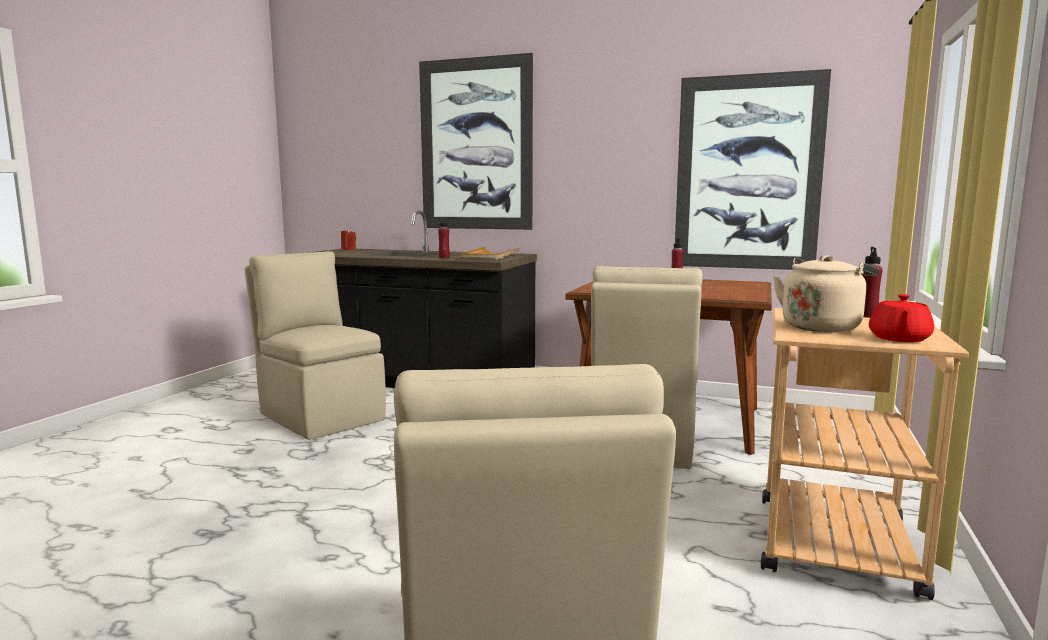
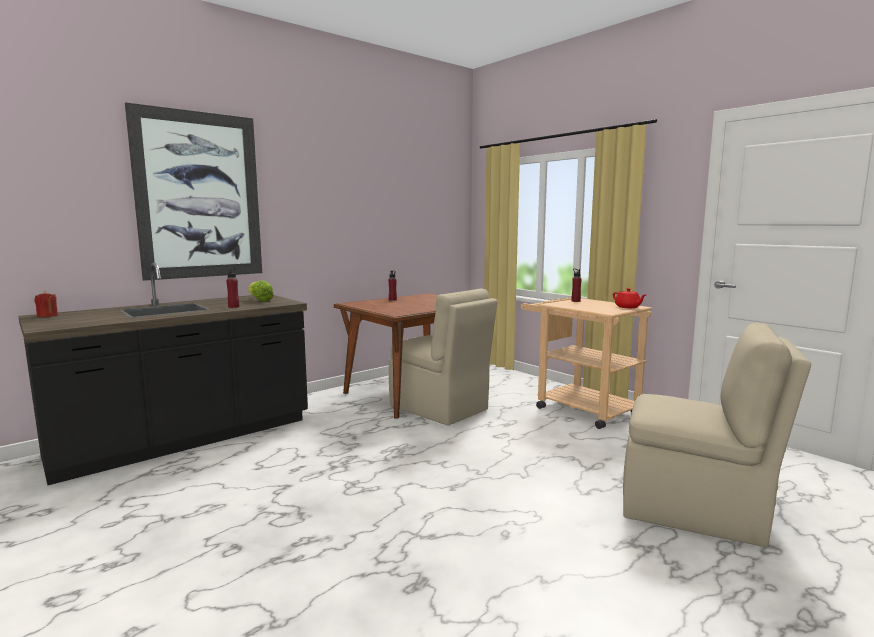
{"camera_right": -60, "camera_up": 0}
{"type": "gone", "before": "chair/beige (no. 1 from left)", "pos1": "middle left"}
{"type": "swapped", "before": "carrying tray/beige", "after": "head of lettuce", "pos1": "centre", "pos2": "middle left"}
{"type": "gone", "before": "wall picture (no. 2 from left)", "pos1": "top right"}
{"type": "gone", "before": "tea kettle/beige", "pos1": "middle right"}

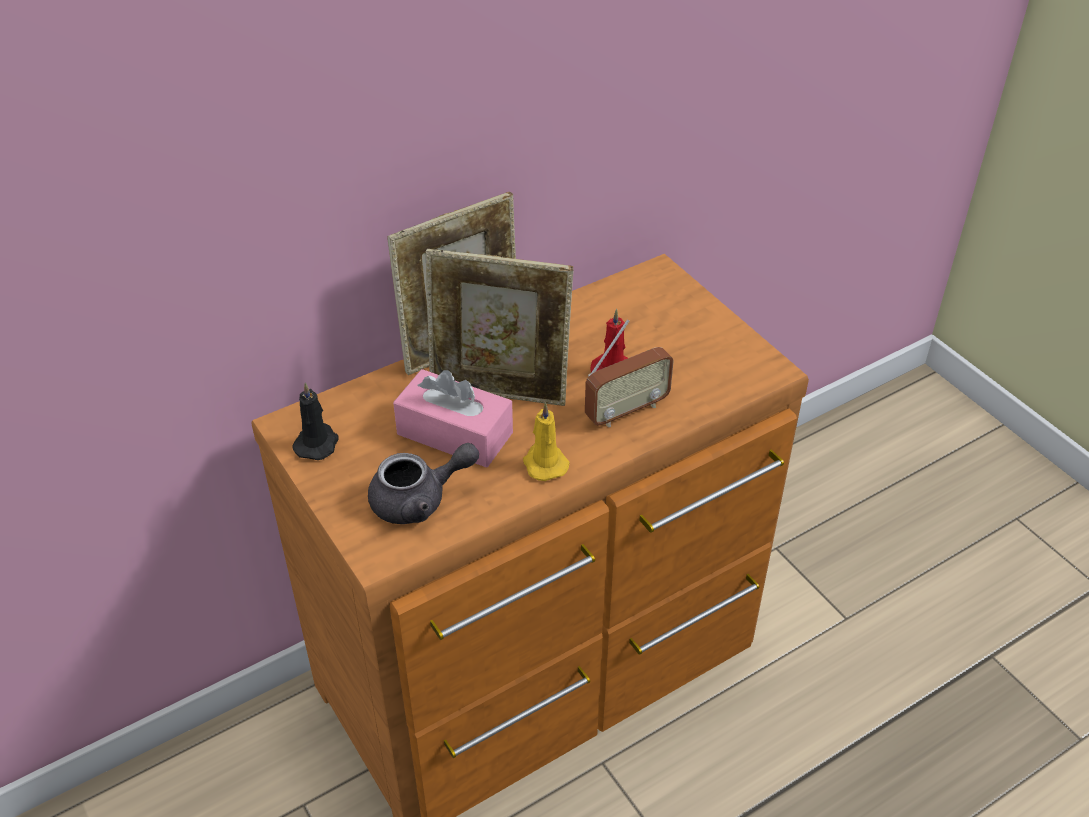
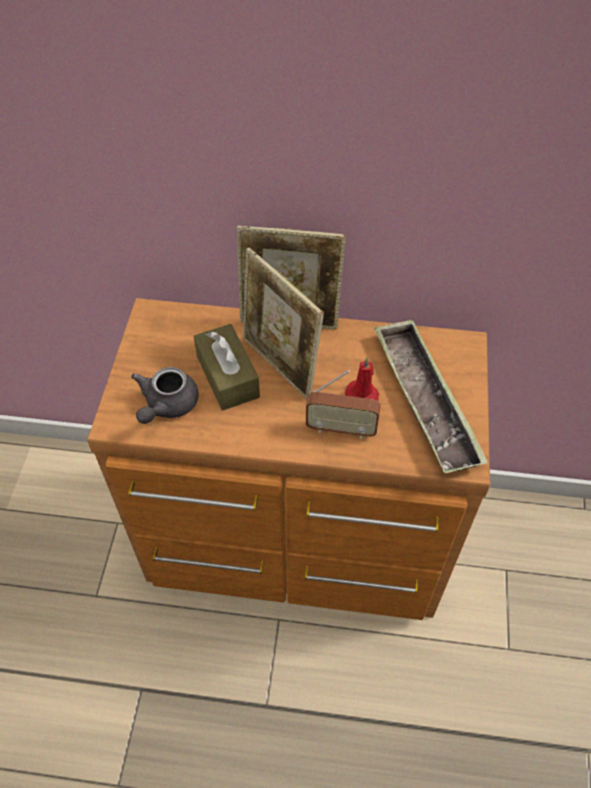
{"camera_right": 40, "camera_up": 10}
{"type": "gone", "before": "wax candle/black-coloured", "pos1": "middle left"}
{"type": "rotated", "before": "pot for tea/greyish", "pos1": "centre", "pos2": "middle left", "turn": 90}
{"type": "repainted", "before": "tissue holder/pink-coloured", "after": "tissue holder/brownish", "pos1": "centre", "pos2": "centre"}
{"type": "gone", "before": "wax candle/yellow-coloured", "pos1": "centre"}
{"type": "new", "after": "carrying tray", "pos2": "middle right"}

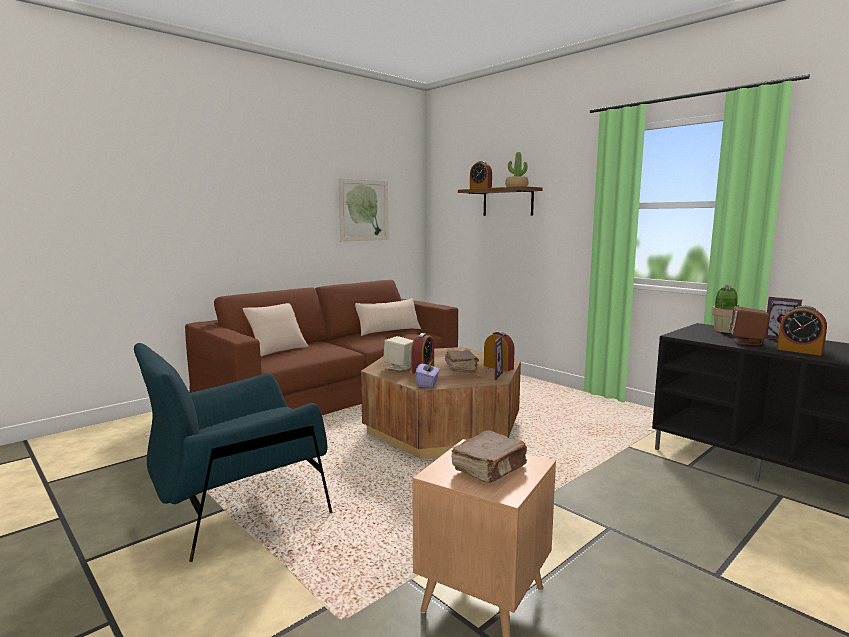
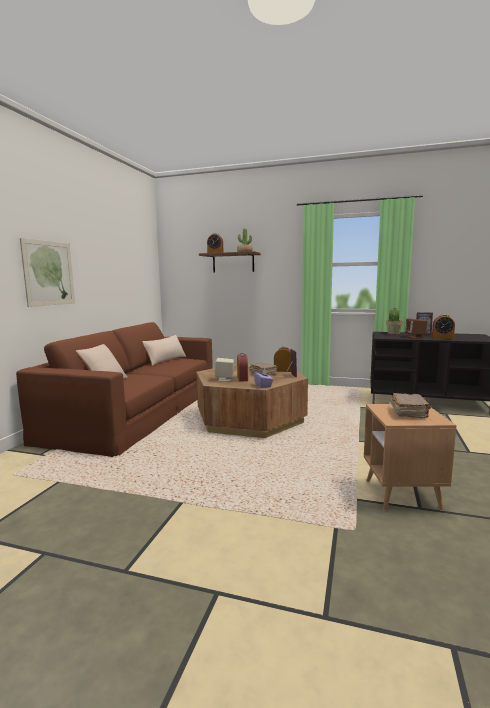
{"camera_right": -30, "camera_up": 0}
{"type": "gone", "before": "armchair/blue", "pos1": "bottom left"}
{"type": "shifted", "before": "wall picture", "pos1": "top centre", "pos2": "middle left"}

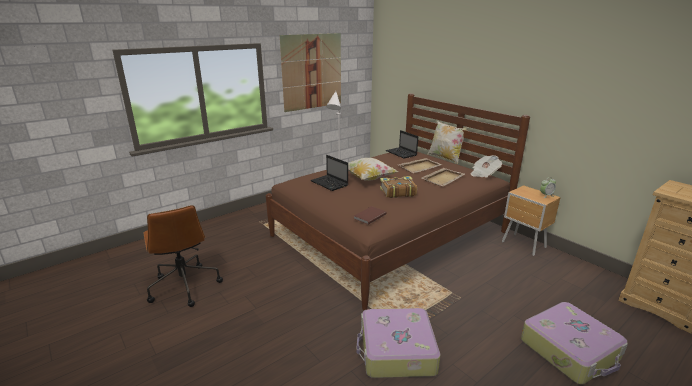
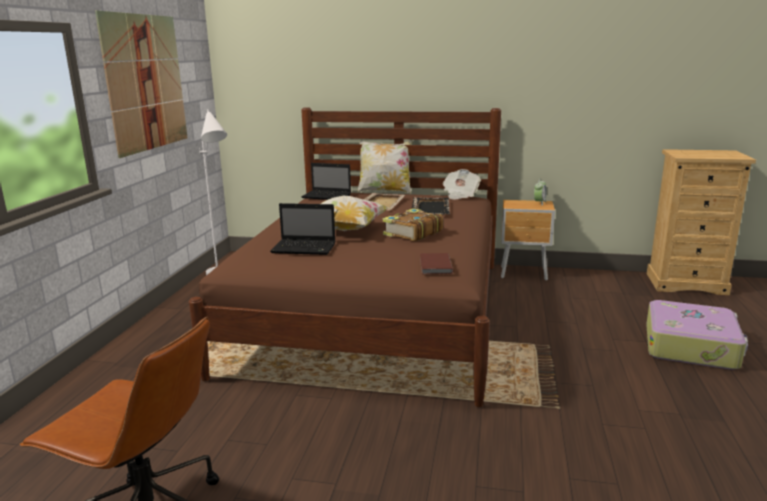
{"camera_right": -40, "camera_up": -5}
{"type": "gone", "before": "piece of luggage (no. 1 from left)", "pos1": "bottom centre"}
{"type": "repainted", "before": "carrying tray/beige (no. 2 from left)", "after": "carrying tray/black-coloured", "pos1": "centre", "pos2": "centre"}

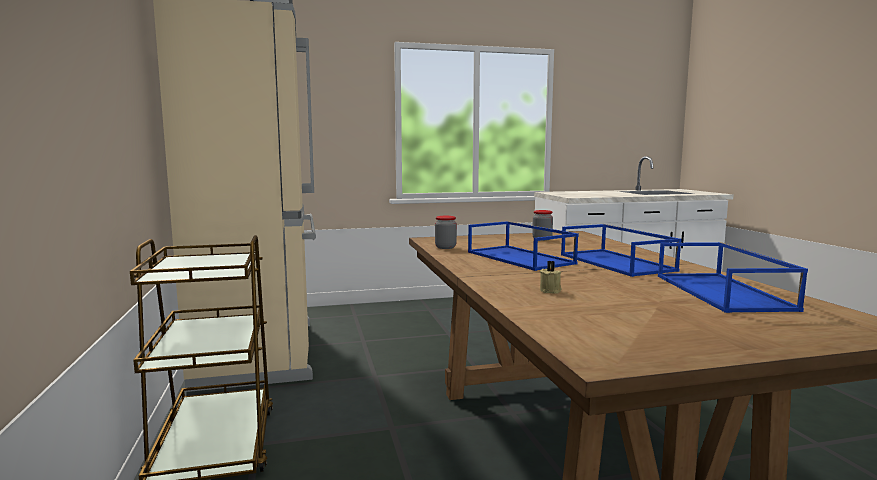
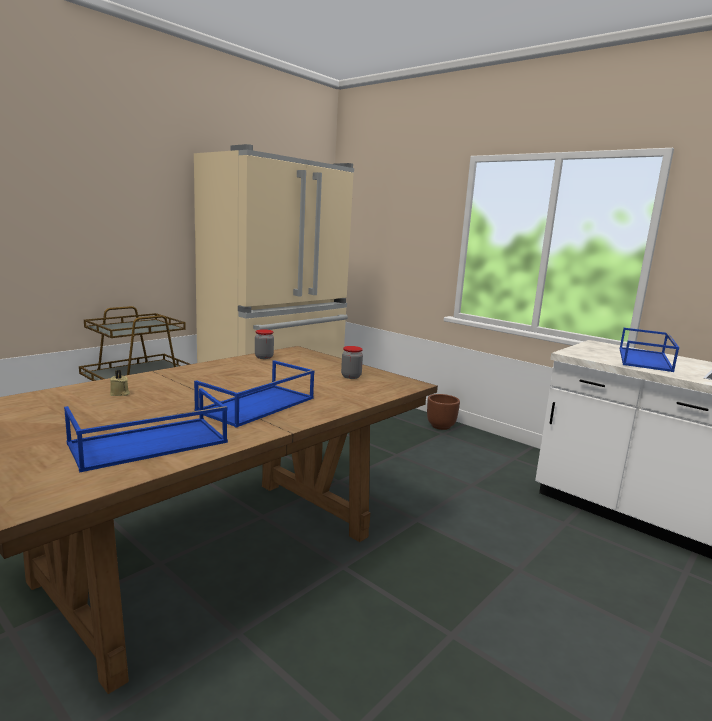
{"camera_right": 55, "camera_up": 5}
{"type": "shifted", "before": "carrying tray/blue (no. 1 from left in the first image)", "after": "carrying tray/blue (no. 3 from left)", "pos1": "centre", "pos2": "middle right"}
{"type": "new", "after": "flower pot/brownish", "pos2": "centre"}

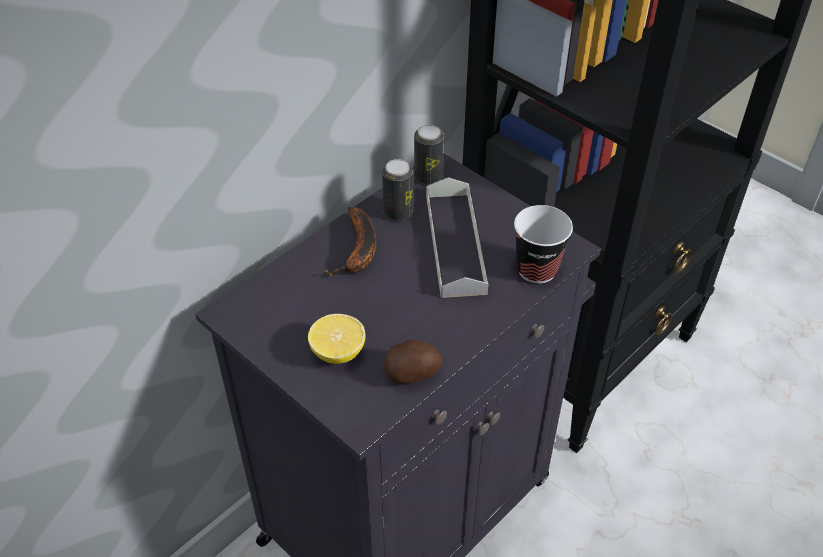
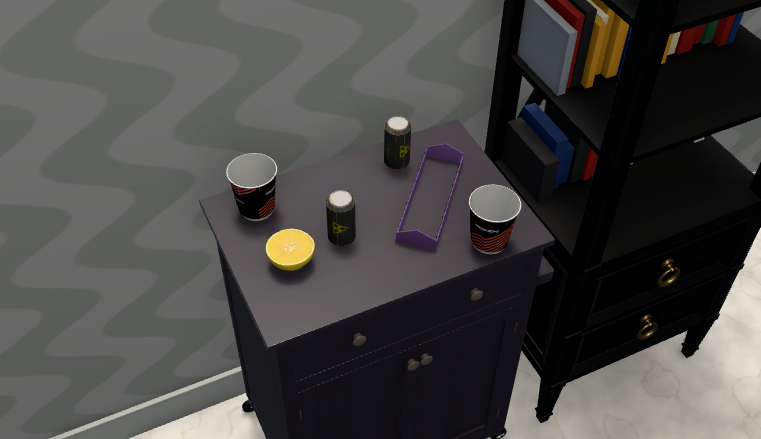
{"camera_right": 20, "camera_up": 0}
{"type": "gone", "before": "banana", "pos1": "centre"}
{"type": "gone", "before": "spud", "pos1": "centre"}
{"type": "shifted", "before": "can (no. 2 from left in the first image)", "after": "can (no. 1 from left)", "pos1": "top centre", "pos2": "centre"}
{"type": "repainted", "before": "carrying tray/greyish", "after": "carrying tray/purple", "pos1": "centre", "pos2": "centre"}
{"type": "new", "after": "small cup (no. 1 from left)", "pos2": "middle left"}

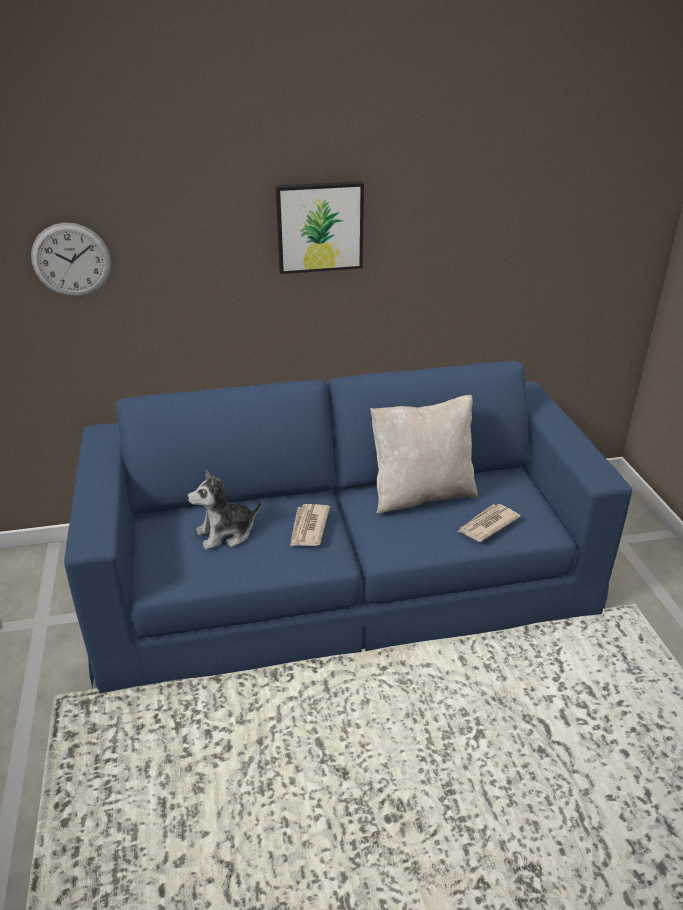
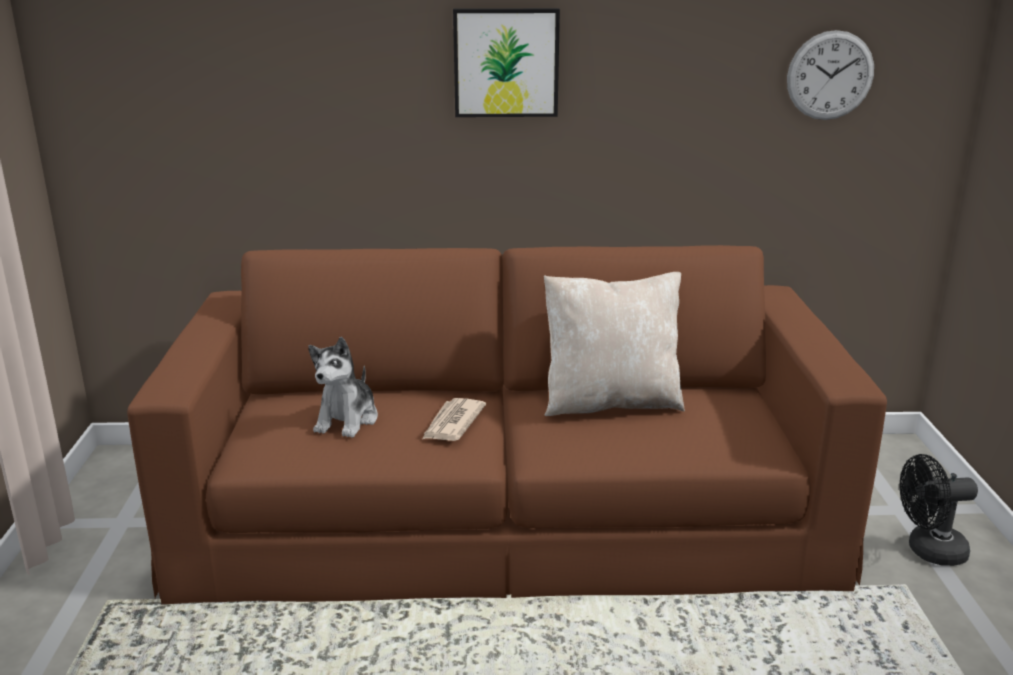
{"camera_right": 10, "camera_up": -10}
{"type": "shifted", "before": "wall clock", "pos1": "top left", "pos2": "top right"}
{"type": "repainted", "before": "sofa/blue", "after": "sofa/brownish", "pos1": "centre", "pos2": "centre"}
{"type": "rotated", "before": "soft toy", "pos1": "middle left", "pos2": "centre", "turn": -60}
{"type": "gone", "before": "printed paper (no. 2 from left)", "pos1": "middle right"}
{"type": "new", "after": "cooling fan/black-coloured", "pos2": "bottom right"}

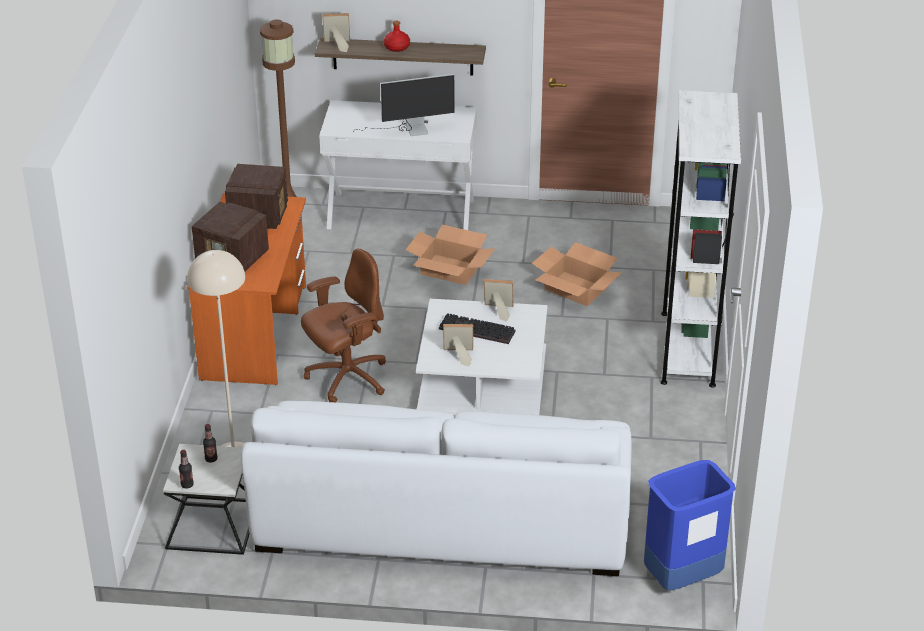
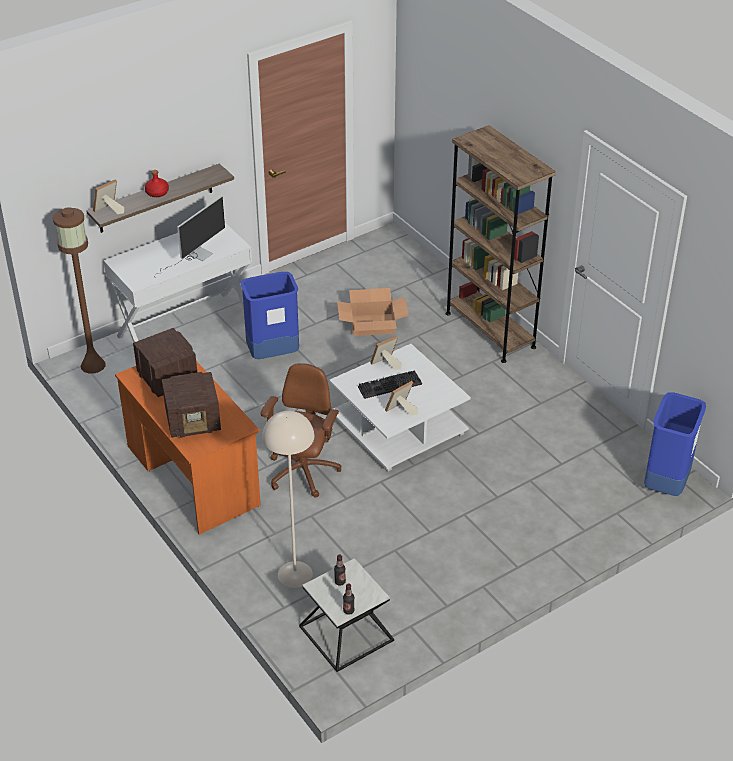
{"camera_right": -40, "camera_up": 5}
{"type": "gone", "before": "sofa/white-coloured", "pos1": "bottom centre"}
{"type": "swapped", "before": "cardboard box (no. 1 from left)", "after": "trash can/blue (no. 1 from left)", "pos1": "centre", "pos2": "centre"}
{"type": "repainted", "before": "bookshelf/white-coloured", "after": "bookshelf/brownish", "pos1": "middle right", "pos2": "top right"}

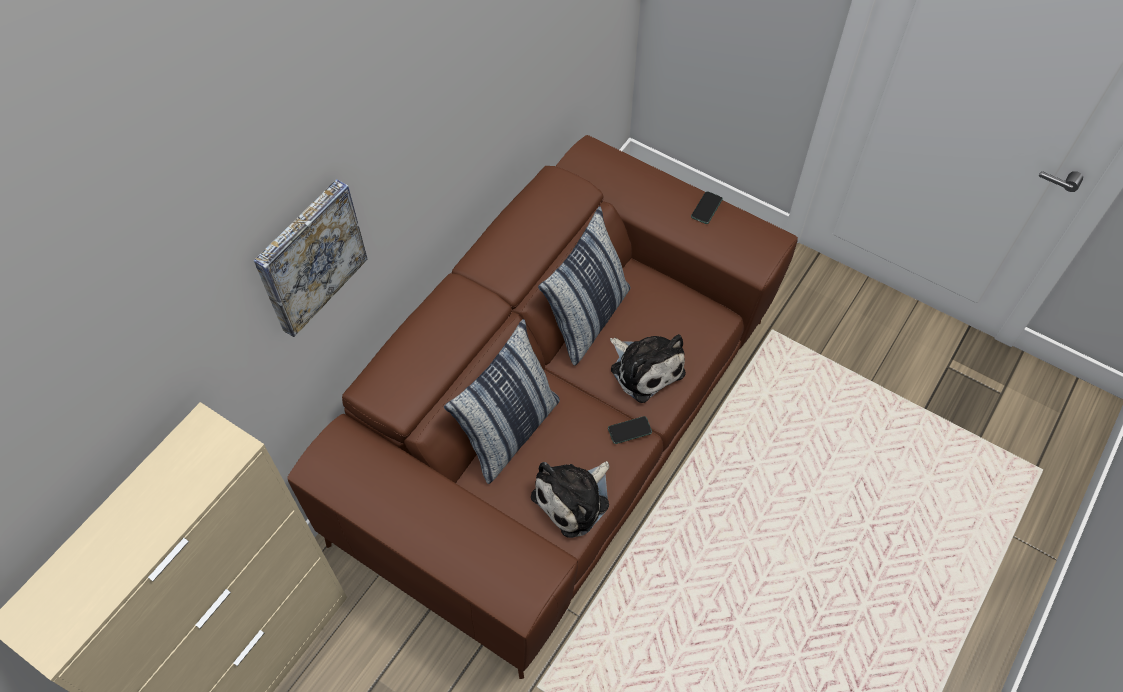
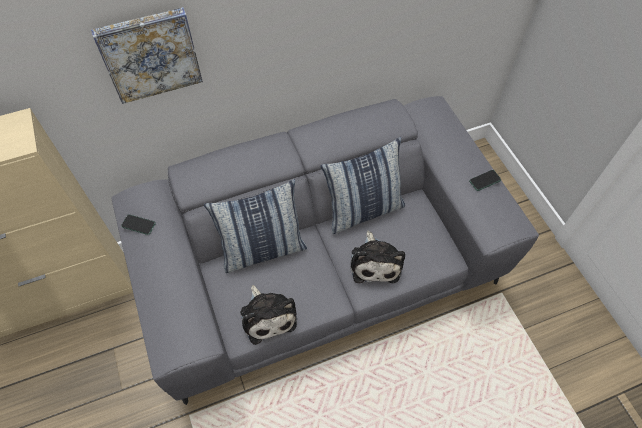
{"camera_right": 35, "camera_up": 0}
{"type": "repainted", "before": "sofa/brownish", "after": "sofa/greyish", "pos1": "centre", "pos2": "centre"}
{"type": "rotated", "before": "soft toy (no. 1 from left)", "pos1": "bottom centre", "pos2": "bottom centre", "turn": -105}
{"type": "shifted", "before": "handset (no. 1 from left)", "pos1": "centre", "pos2": "middle left"}

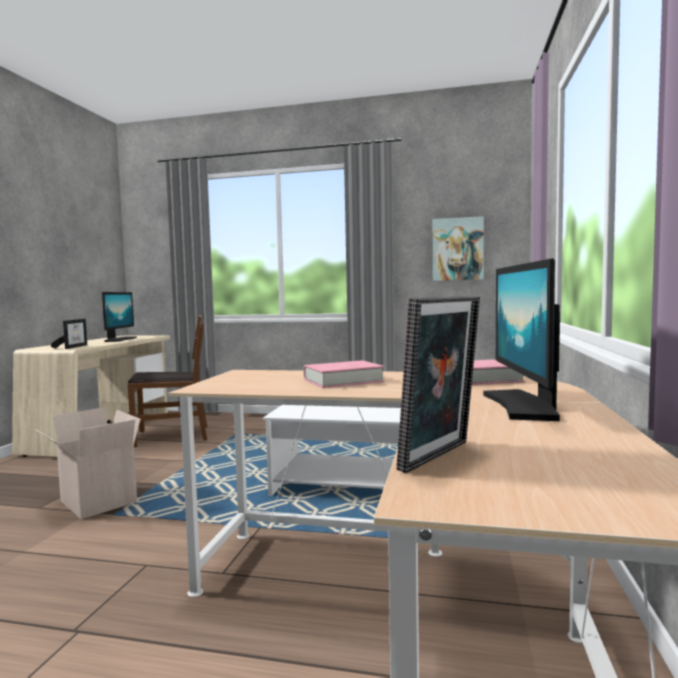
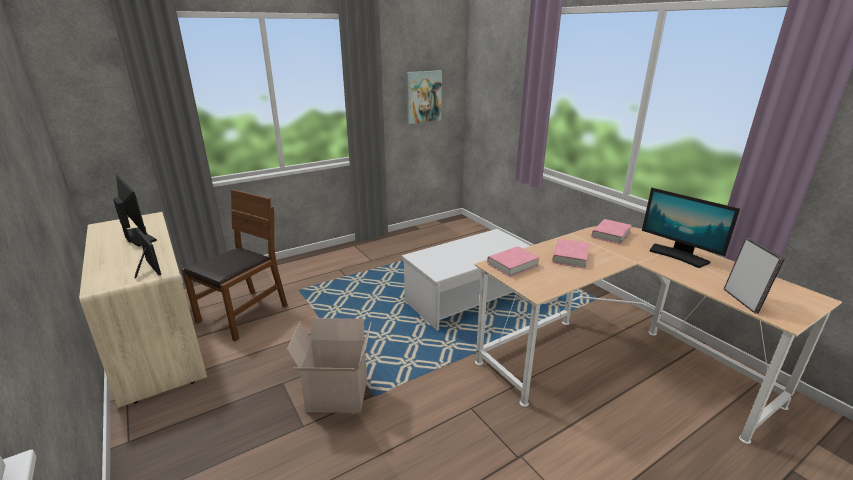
{"camera_right": -45, "camera_up": 20}
{"type": "new", "after": "book/pink-coloured (no. 1 from left)", "pos2": "centre"}

